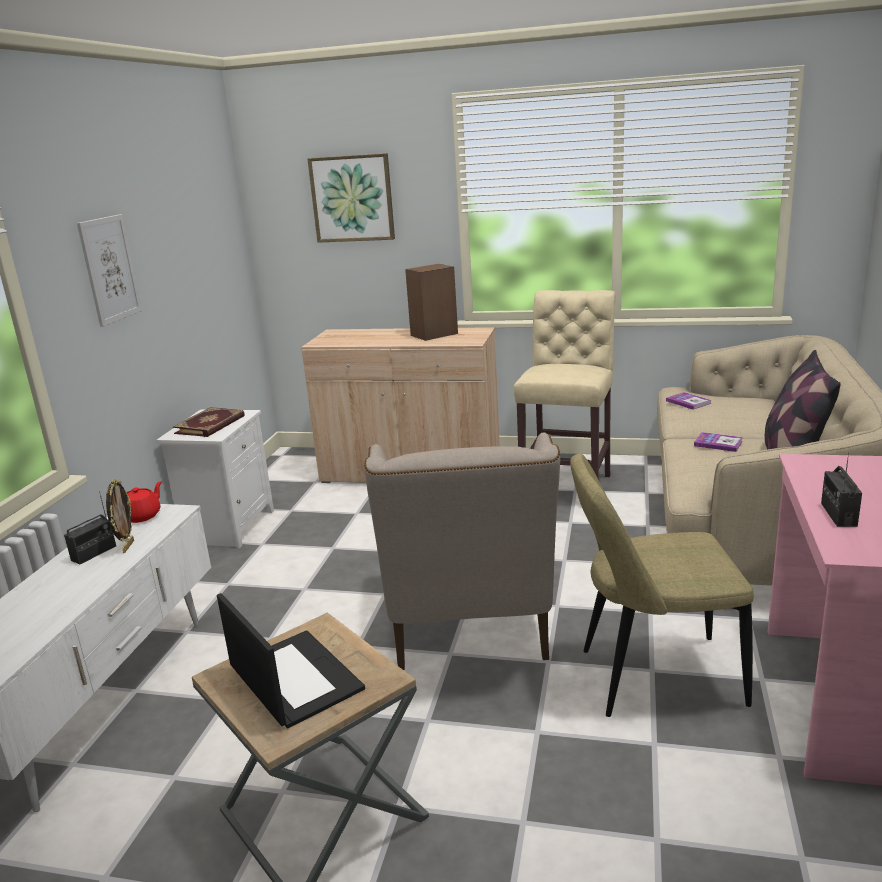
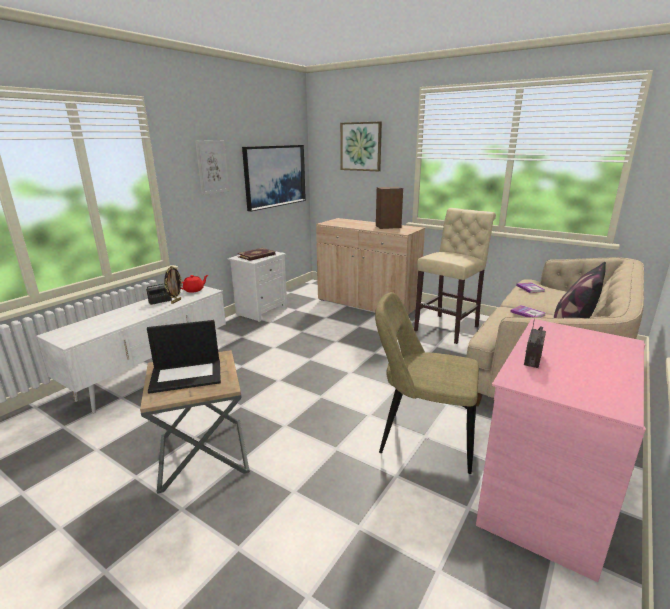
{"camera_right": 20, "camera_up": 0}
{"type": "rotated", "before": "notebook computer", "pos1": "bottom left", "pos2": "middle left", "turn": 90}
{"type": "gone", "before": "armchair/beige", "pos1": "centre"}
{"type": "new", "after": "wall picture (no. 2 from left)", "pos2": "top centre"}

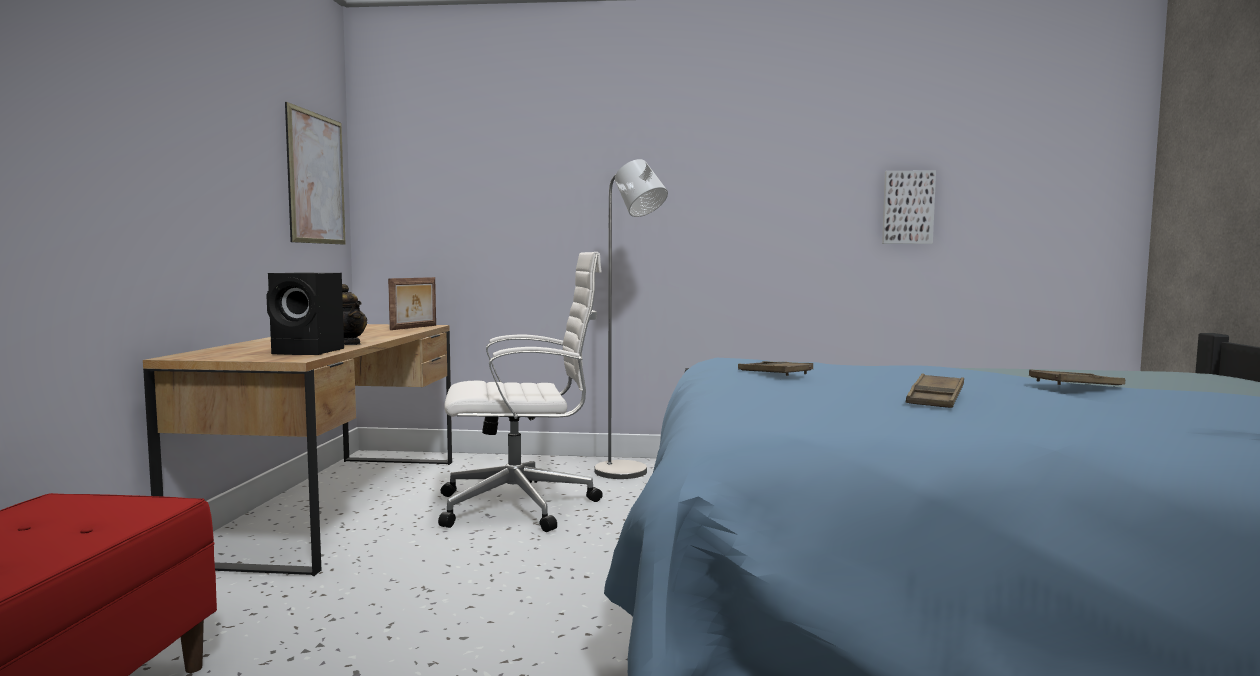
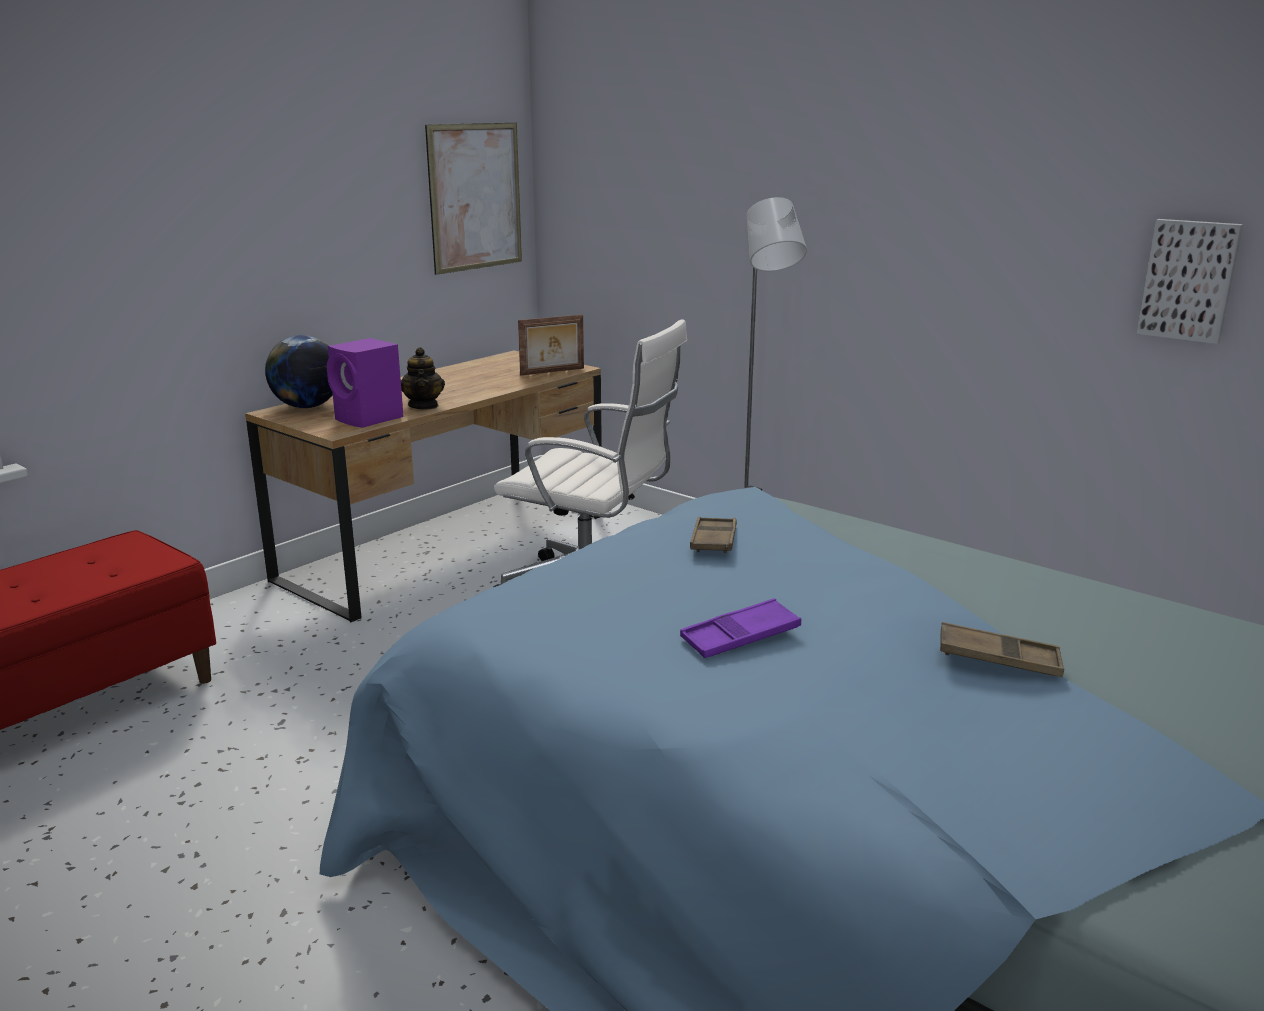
{"camera_right": 35, "camera_up": 15}
{"type": "repainted", "before": "loudspeaker/black-coloured", "after": "loudspeaker/purple", "pos1": "middle left", "pos2": "middle left"}
{"type": "repainted", "before": "carrying tray/brownish (no. 2 from left)", "after": "carrying tray/purple", "pos1": "middle right", "pos2": "centre"}
{"type": "new", "after": "world globe", "pos2": "middle left"}

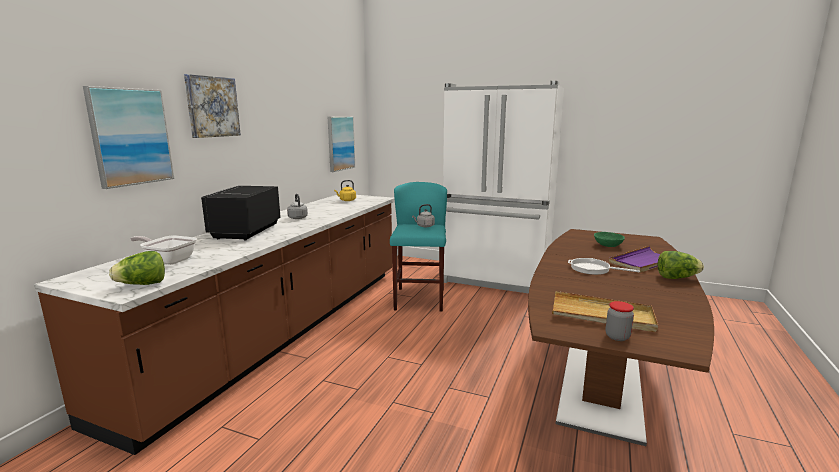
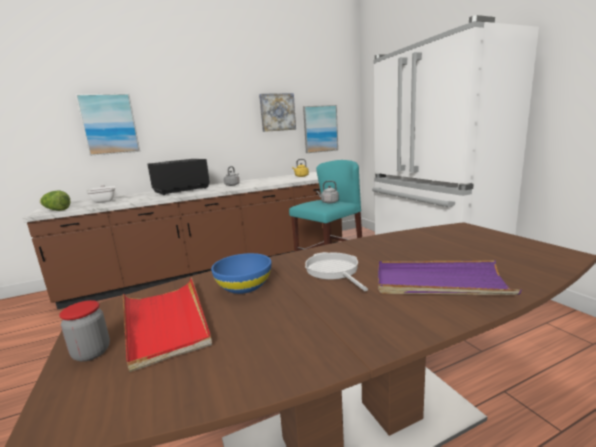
{"camera_right": 45, "camera_up": 0}
{"type": "shifted", "before": "wall picture (no. 2 from left)", "pos1": "top left", "pos2": "top centre"}
{"type": "repainted", "before": "carrying tray/beige", "after": "carrying tray/red-coloured", "pos1": "middle right", "pos2": "bottom left"}
{"type": "gone", "before": "serving bowl/greenish", "pos1": "middle right"}
{"type": "gone", "before": "head of lettuce (no. 2 from left)", "pos1": "middle right"}
{"type": "new", "after": "serving bowl/blue", "pos2": "centre"}

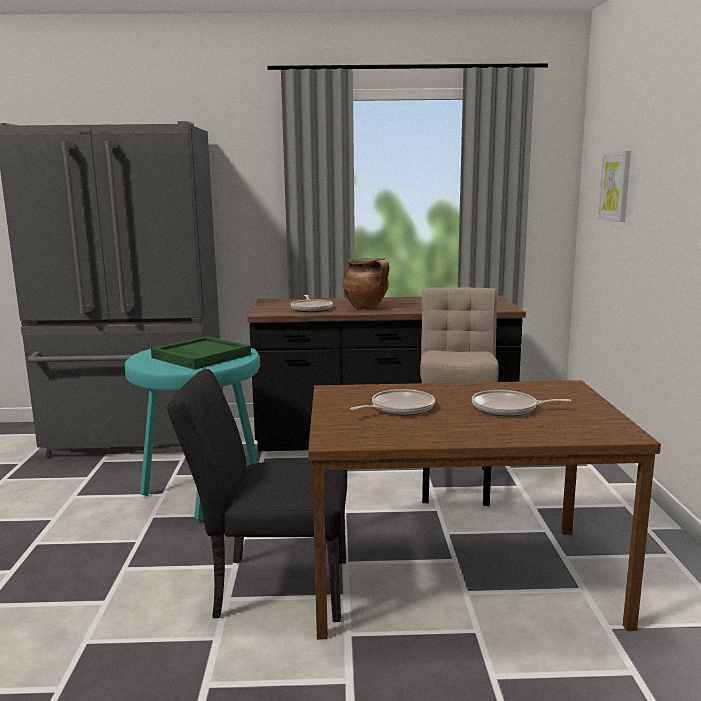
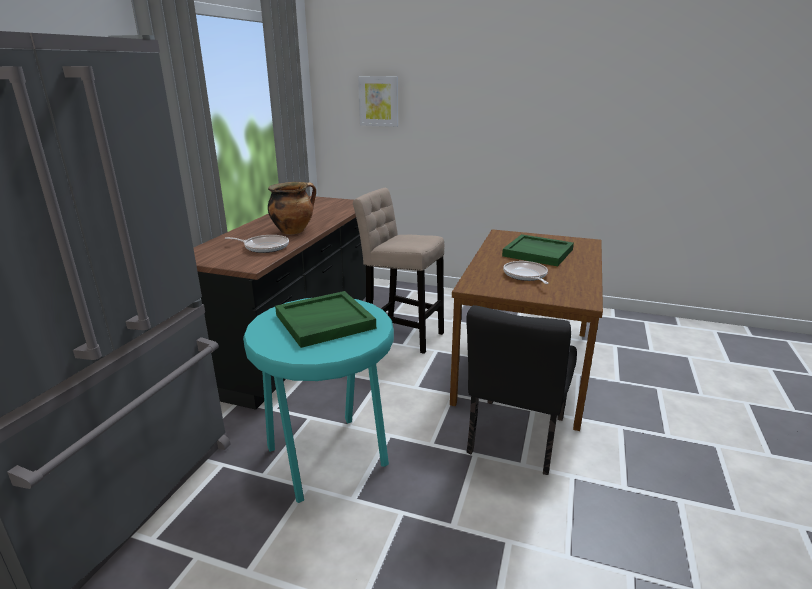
{"camera_right": -70, "camera_up": 10}
{"type": "swapped", "before": "frying pan (no. 3 from left)", "after": "carrying tray/greenish (no. 2 from left)", "pos1": "middle right", "pos2": "centre"}

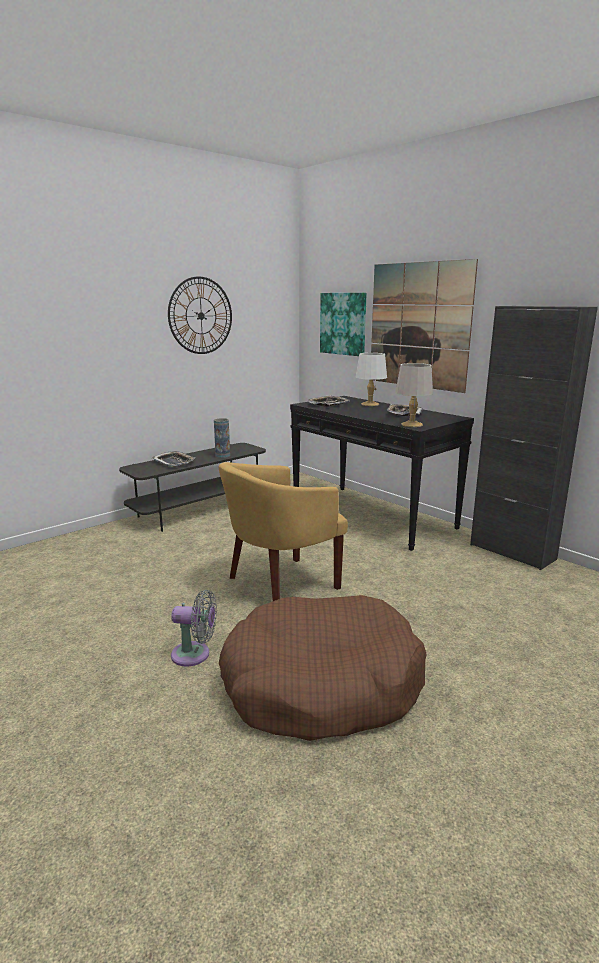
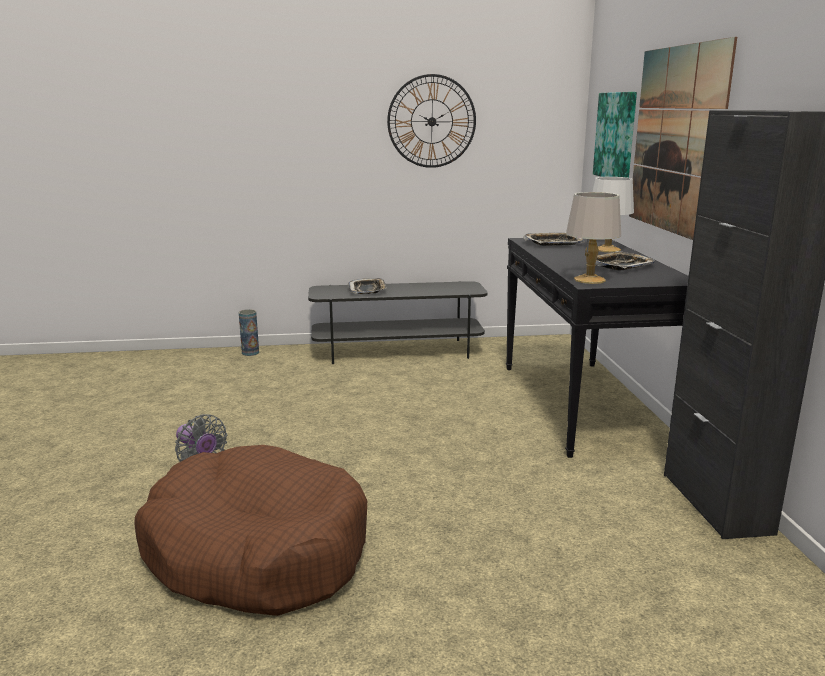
{"camera_right": 35, "camera_up": 0}
{"type": "shifted", "before": "decorative vase", "pos1": "centre", "pos2": "middle left"}
{"type": "gone", "before": "armchair/yellow-coloured", "pos1": "centre"}

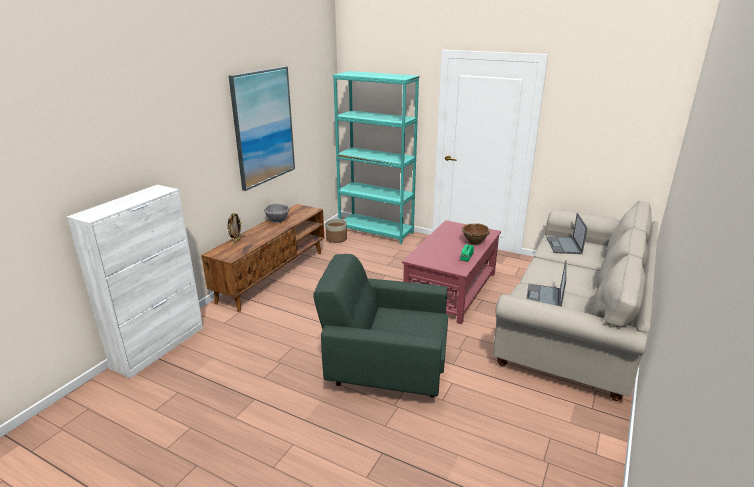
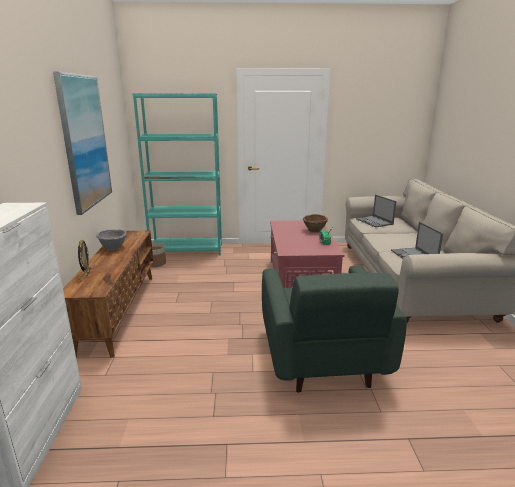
{"camera_right": -30, "camera_up": -5}
{"type": "rotated", "before": "armchair/greenish", "pos1": "bottom centre", "pos2": "bottom centre", "turn": -75}

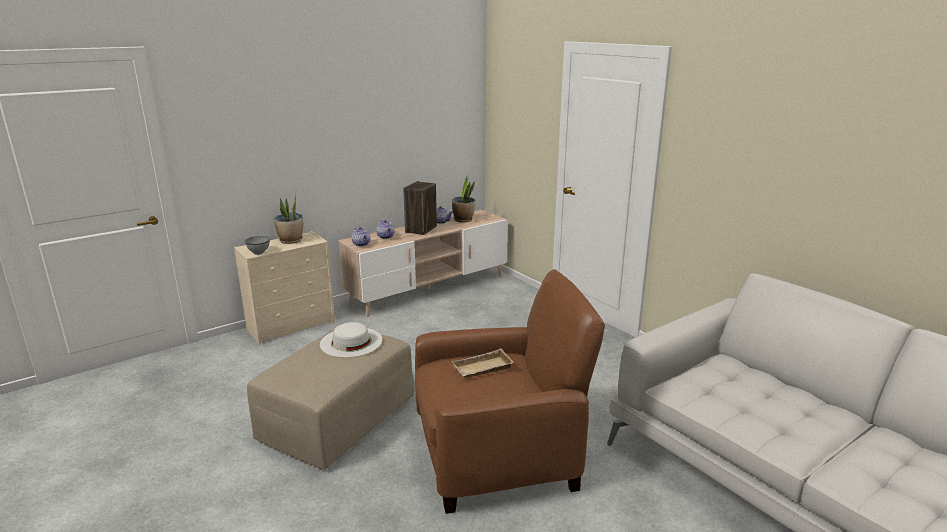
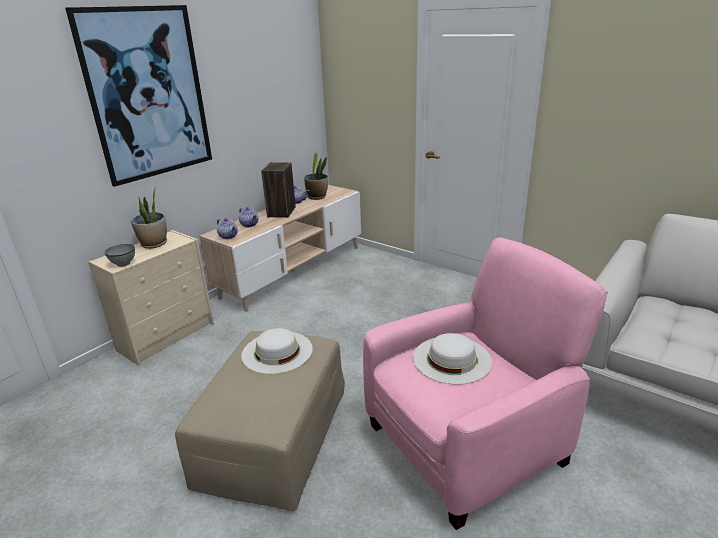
{"camera_right": -15, "camera_up": 5}
{"type": "repainted", "before": "armchair/brownish", "after": "armchair/pink-coloured", "pos1": "bottom centre", "pos2": "bottom right"}
{"type": "swapped", "before": "carrying tray/beige", "after": "wearable hat/white-coloured (no. 2 from left)", "pos1": "bottom centre", "pos2": "bottom centre"}
{"type": "new", "after": "wall picture", "pos2": "top left"}

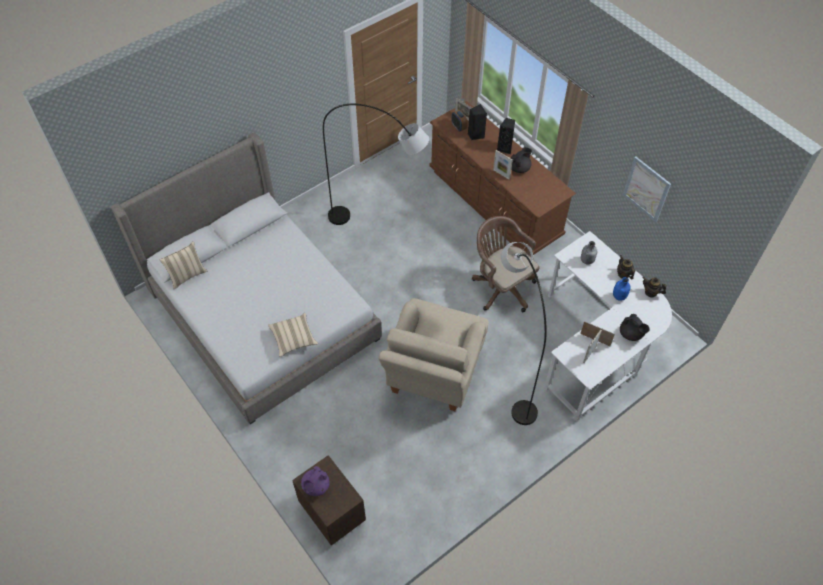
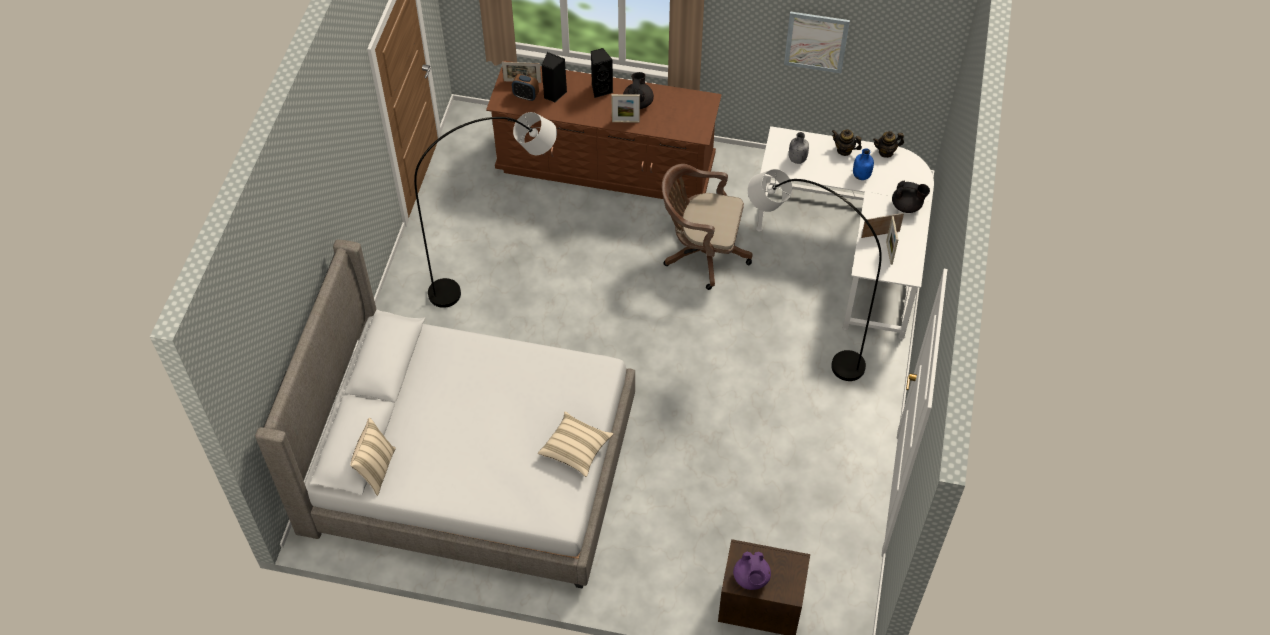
{"camera_right": -40, "camera_up": 0}
{"type": "gone", "before": "armchair/beige", "pos1": "centre"}

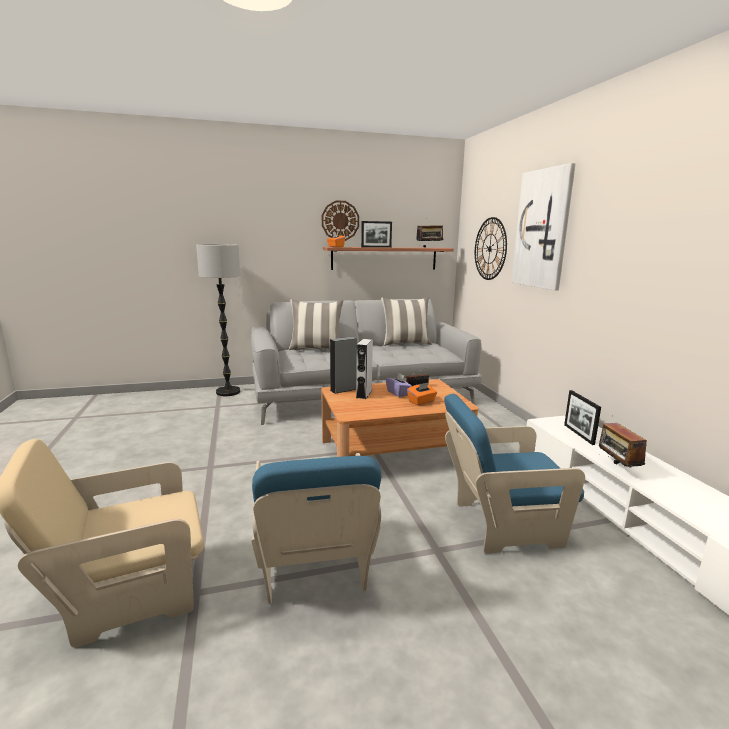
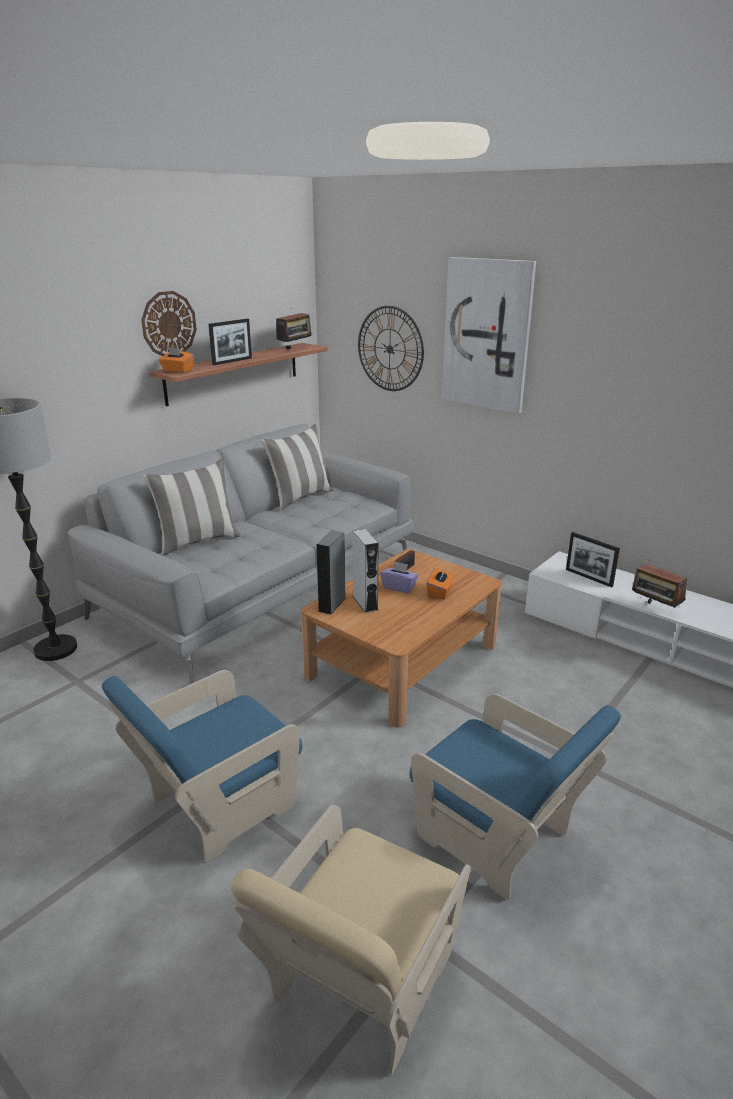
{"camera_right": -35, "camera_up": 10}
{"type": "shifted", "before": "armchair/blue (no. 2 from left in the first image)", "after": "armchair/blue (no. 1 from left)", "pos1": "middle right", "pos2": "bottom left"}

